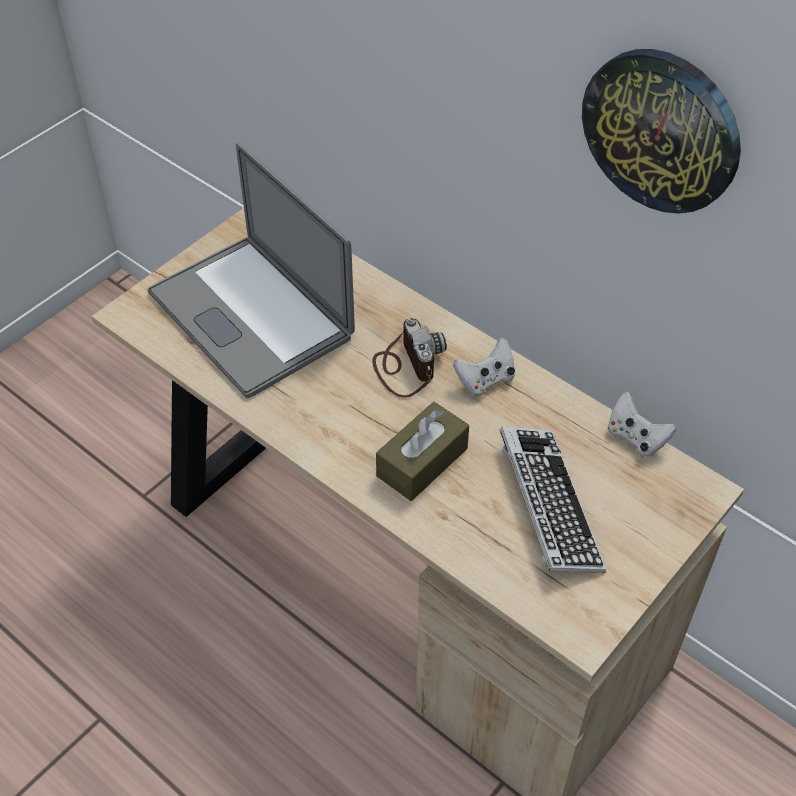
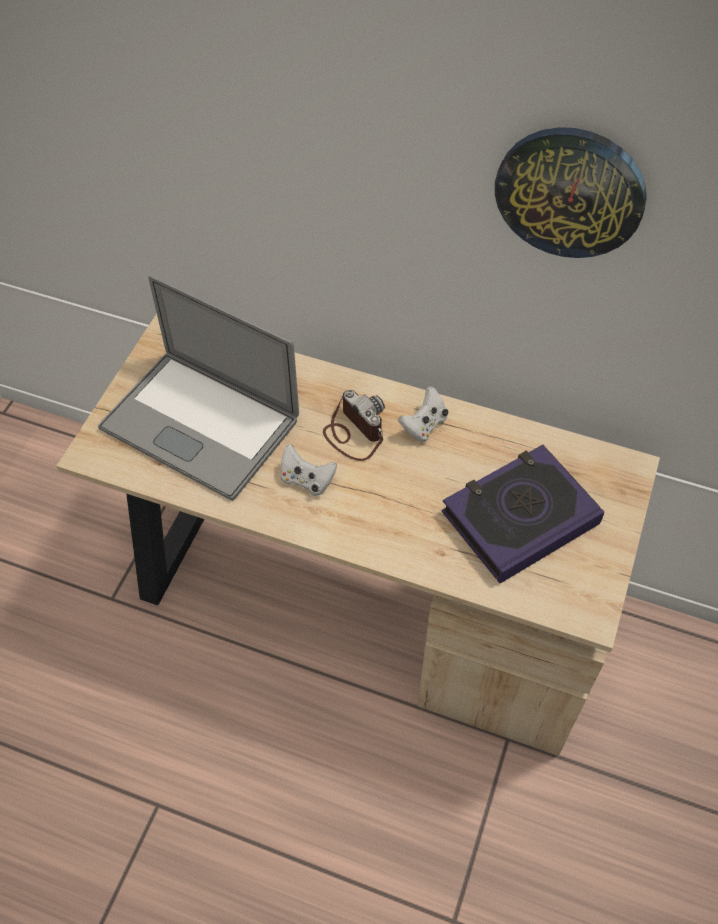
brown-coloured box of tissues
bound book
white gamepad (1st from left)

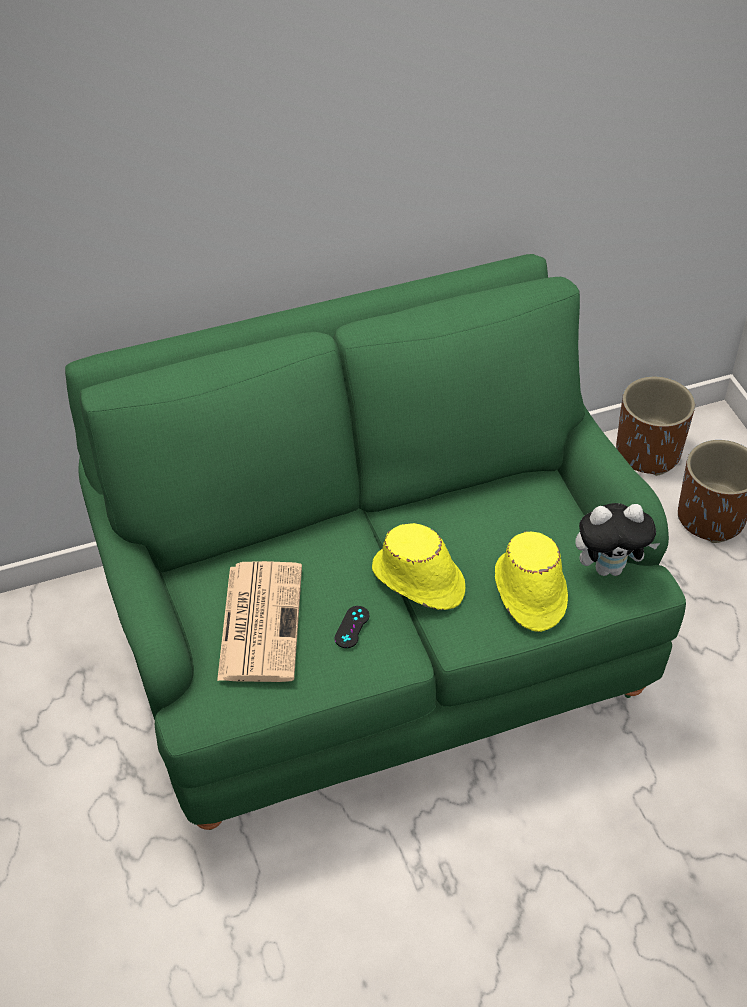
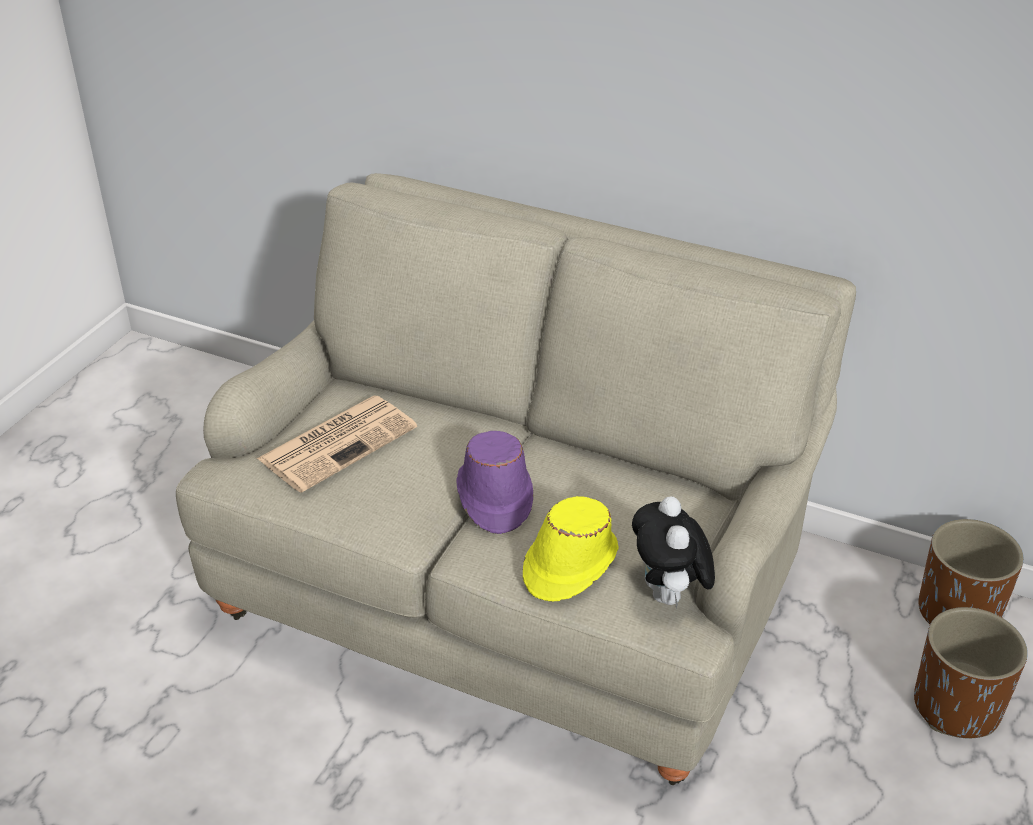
sand-coloured sofa
black gamepad
purple-coloured clothing hat
plush toy

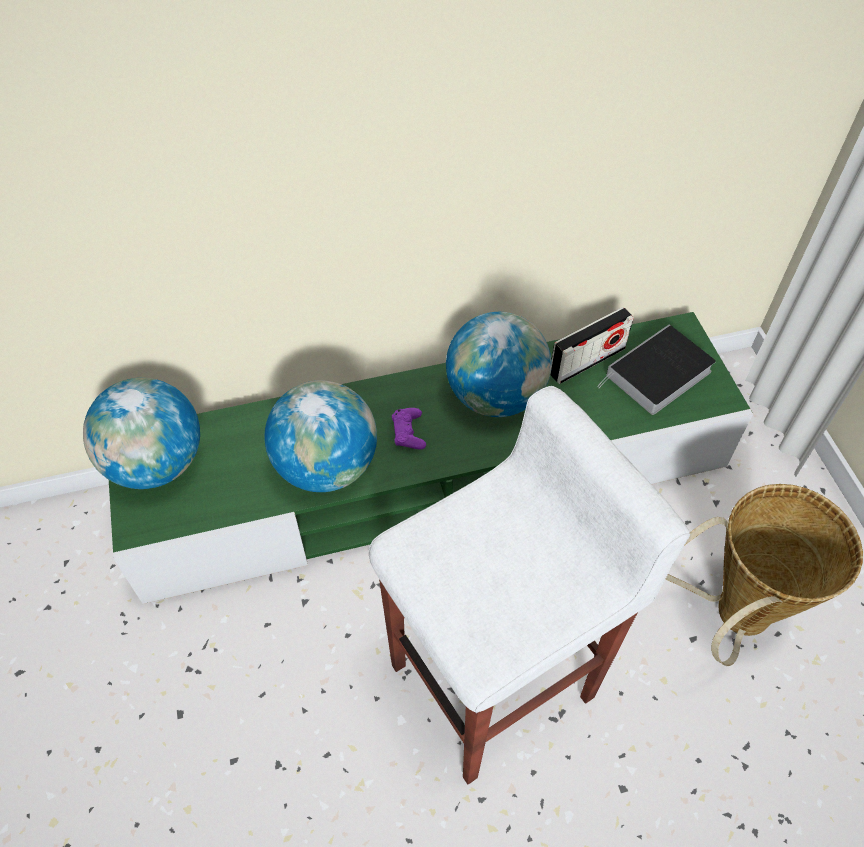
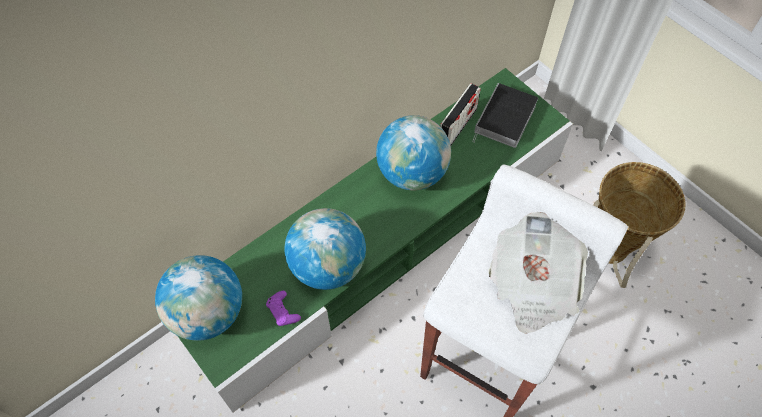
purple-coloured gamepad
printed paper

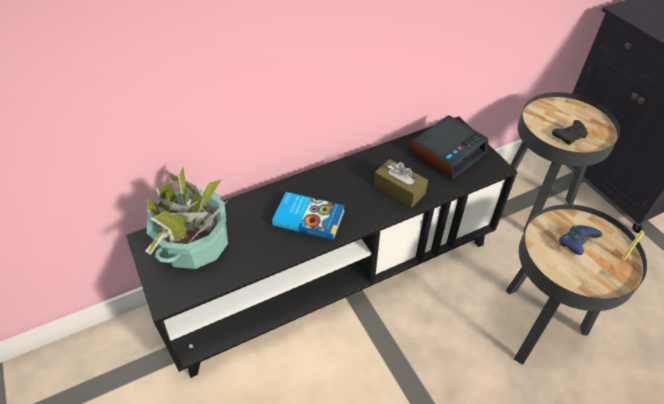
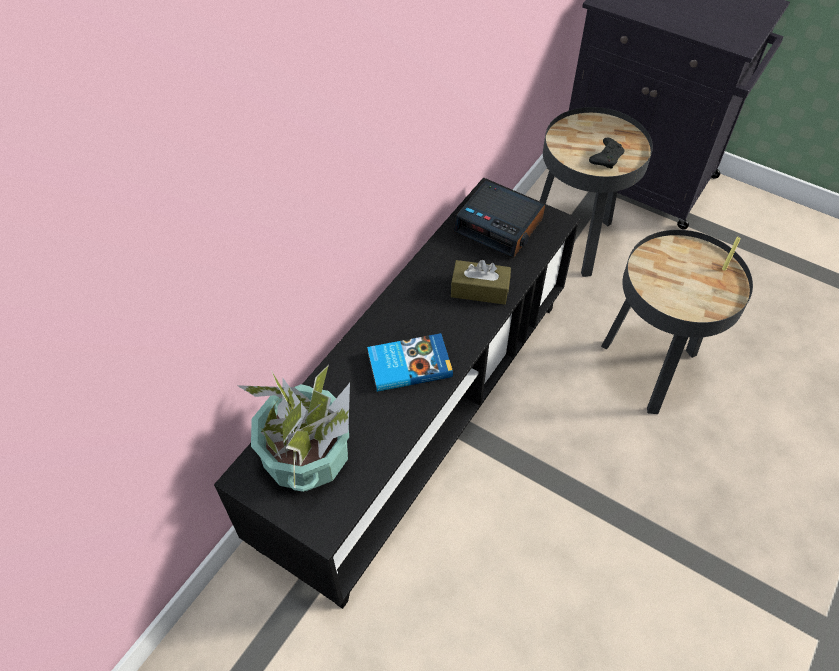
bedside clock
blue-coloured gamepad

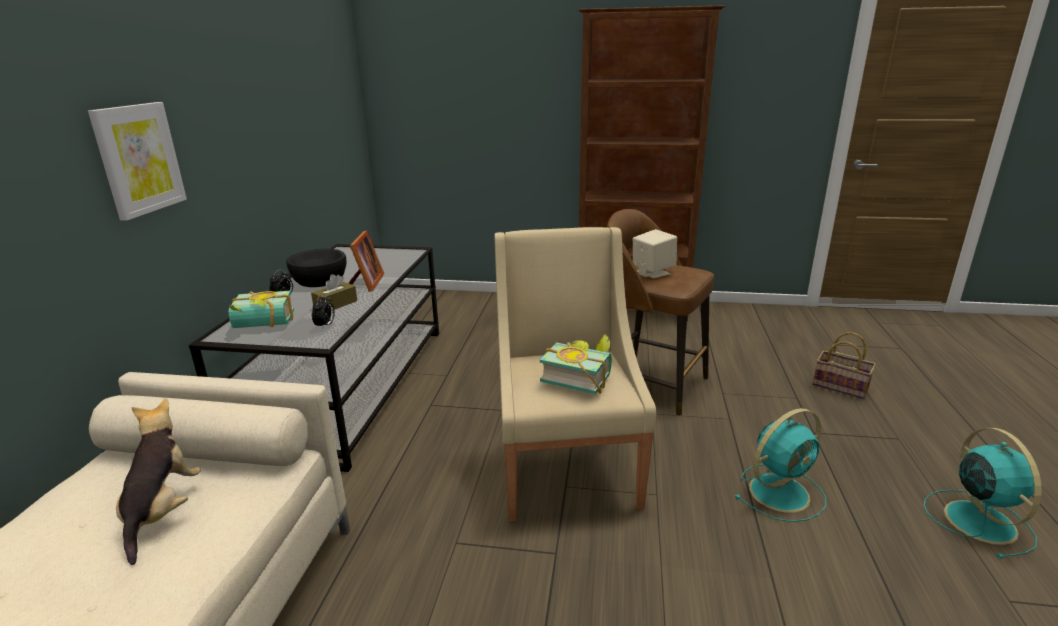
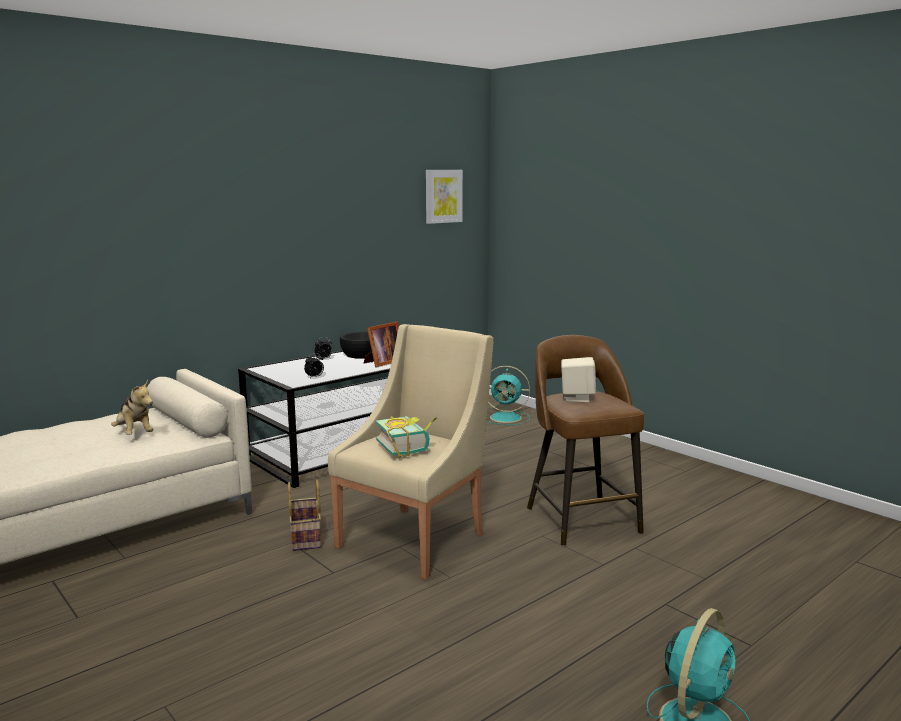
wall art
plush toy
bound book (1st from left in the first image)
brown-coloured box of tissues
brown-coloured bookcase
blue-green electric fan (1st from left)
basket

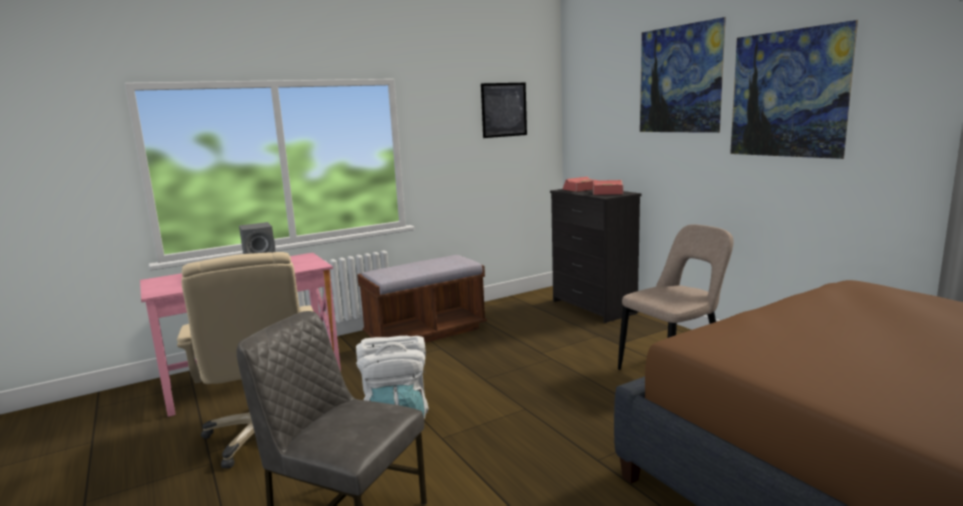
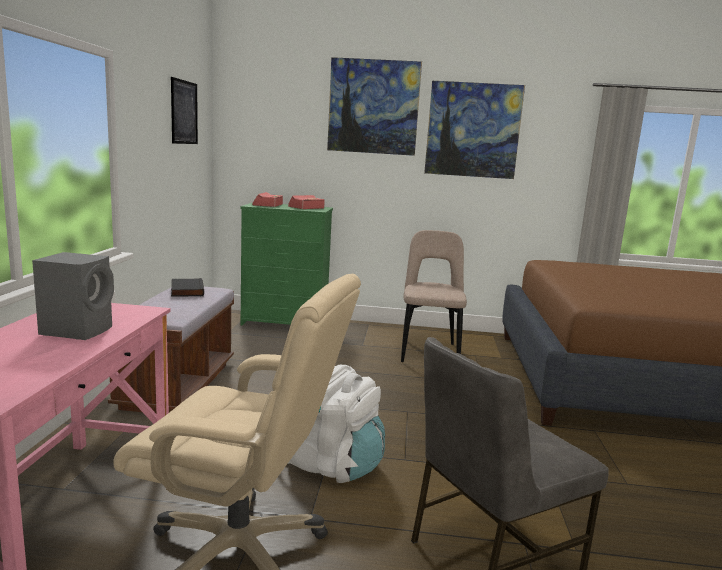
green-coloured chest of drawers
black bound book

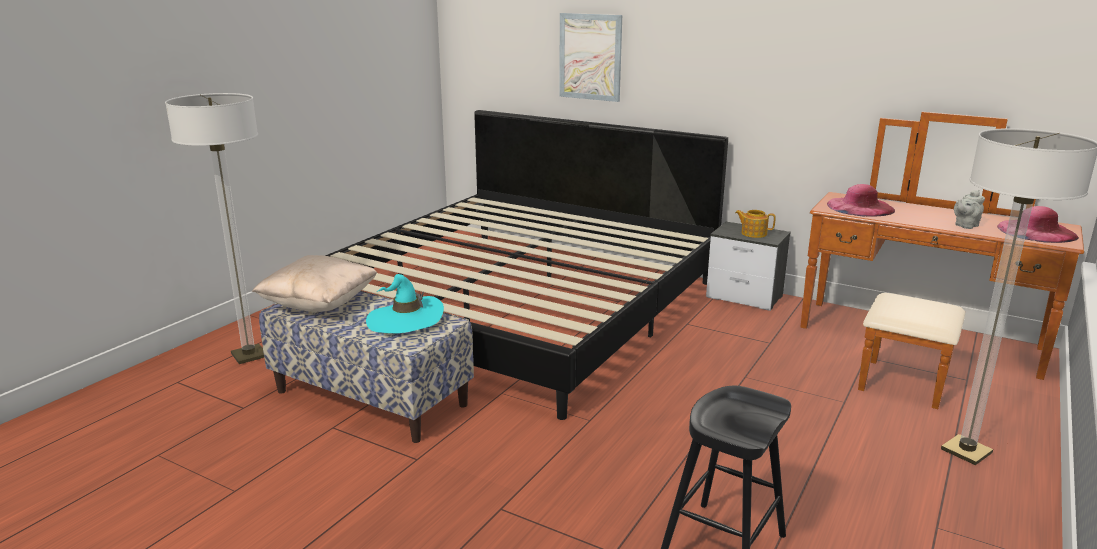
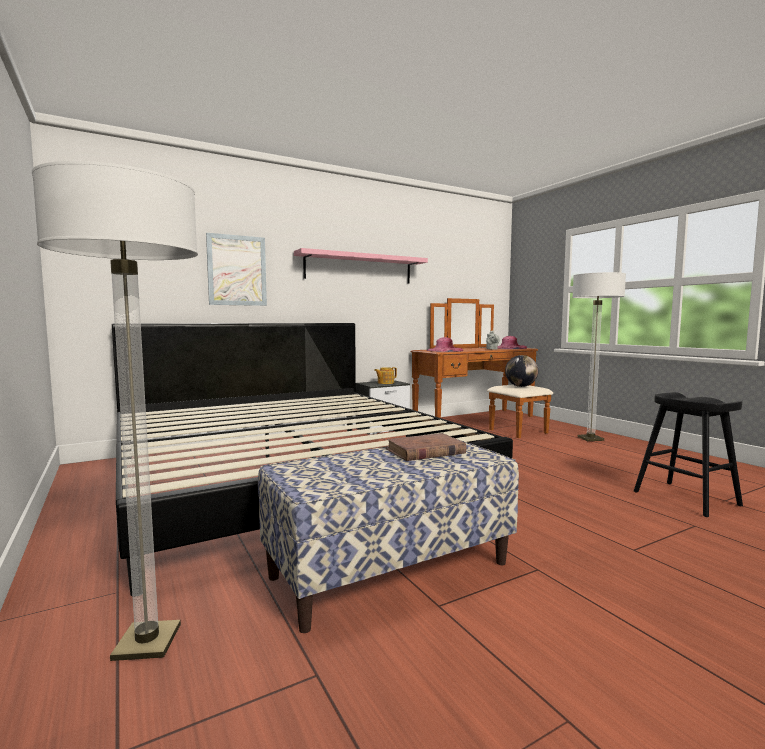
sand-coloured throw pillow
brown-coloured bound book
pink-coloured shelf
desk globe

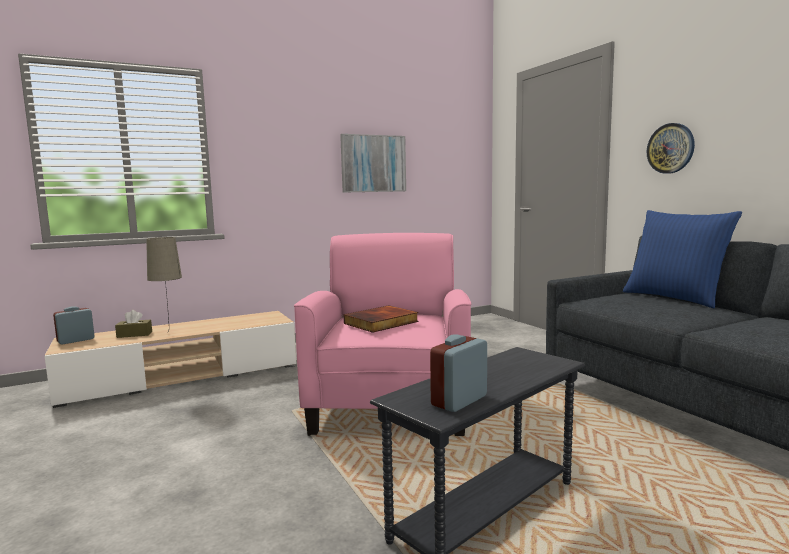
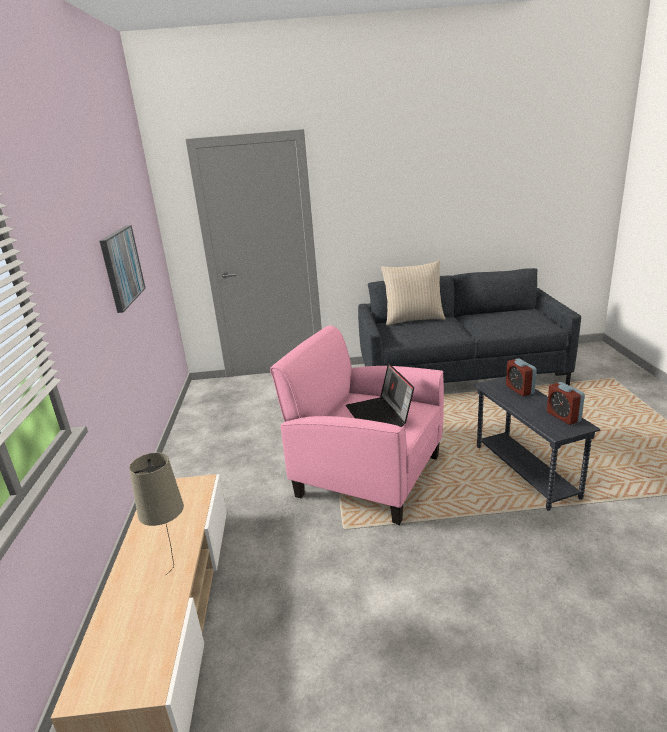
bedside clock (1st from left)
brown-coloured box of tissues
laptop
sand-coloured throw pillow
hanging clock

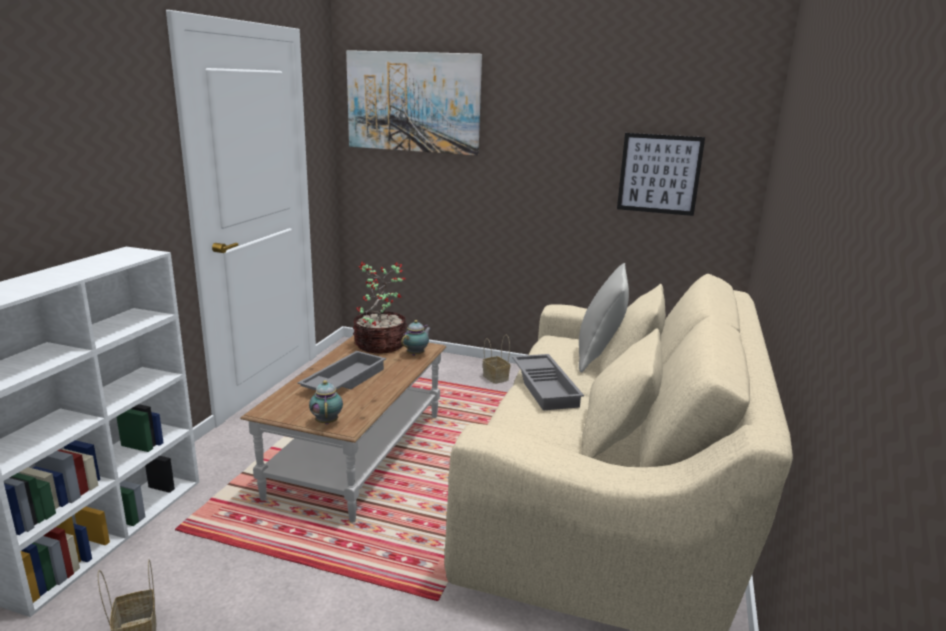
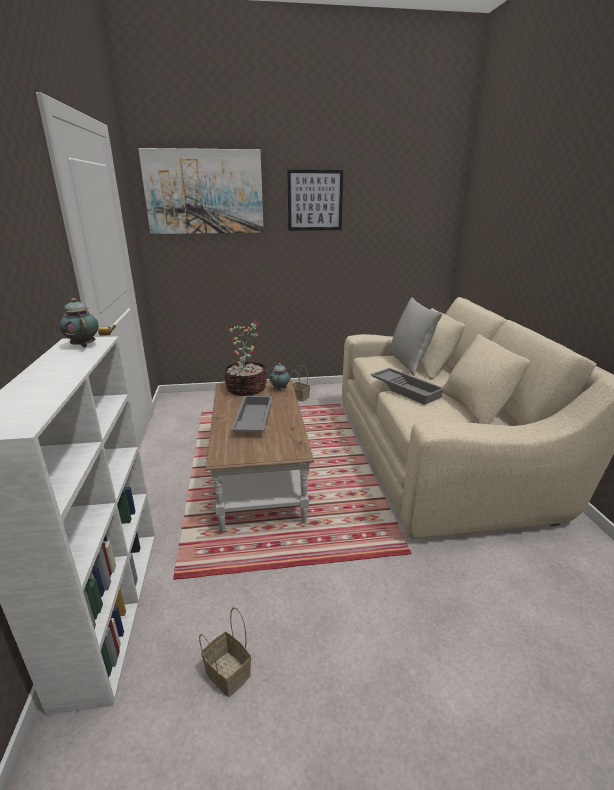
teapot (1st from left)
wall art (2nd from left)

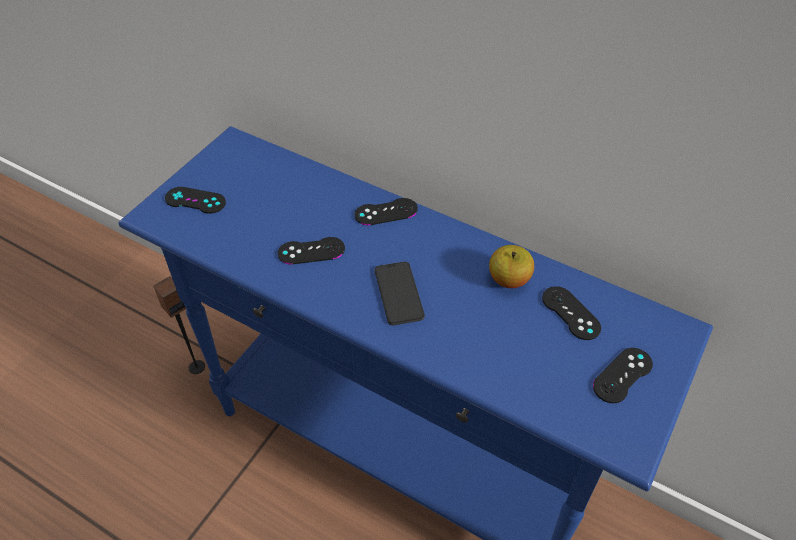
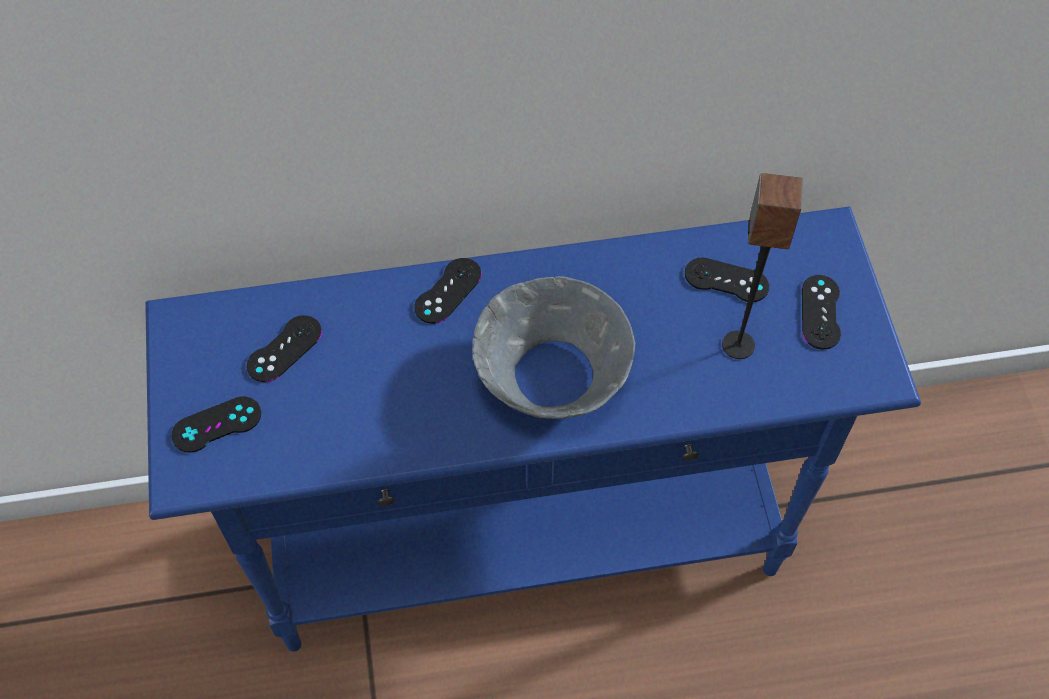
audio speaker
black gamepad (2nd from left)
grey serving bowl
apple fruit

